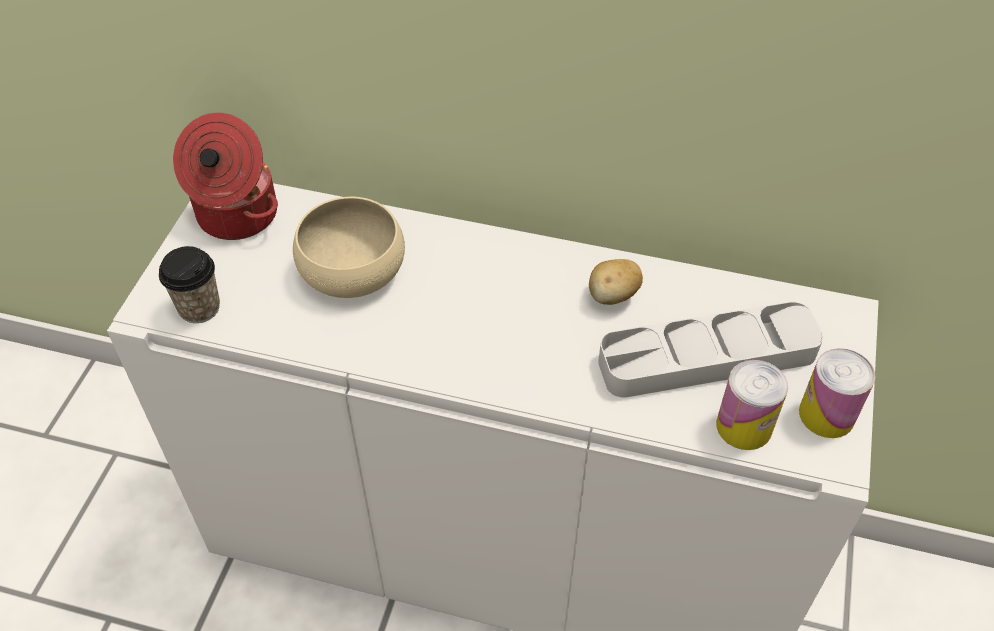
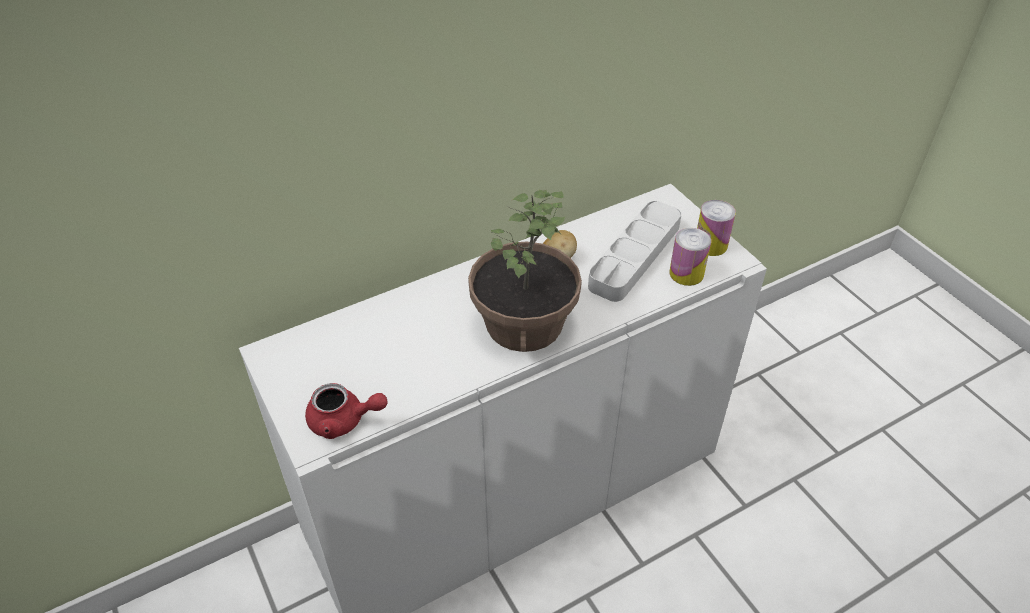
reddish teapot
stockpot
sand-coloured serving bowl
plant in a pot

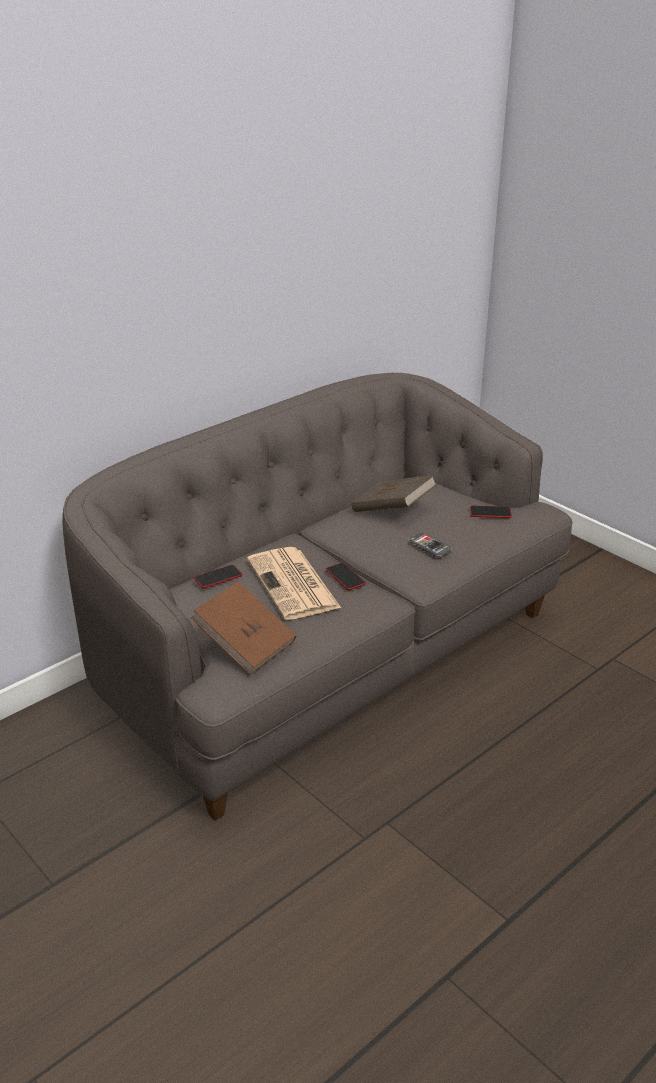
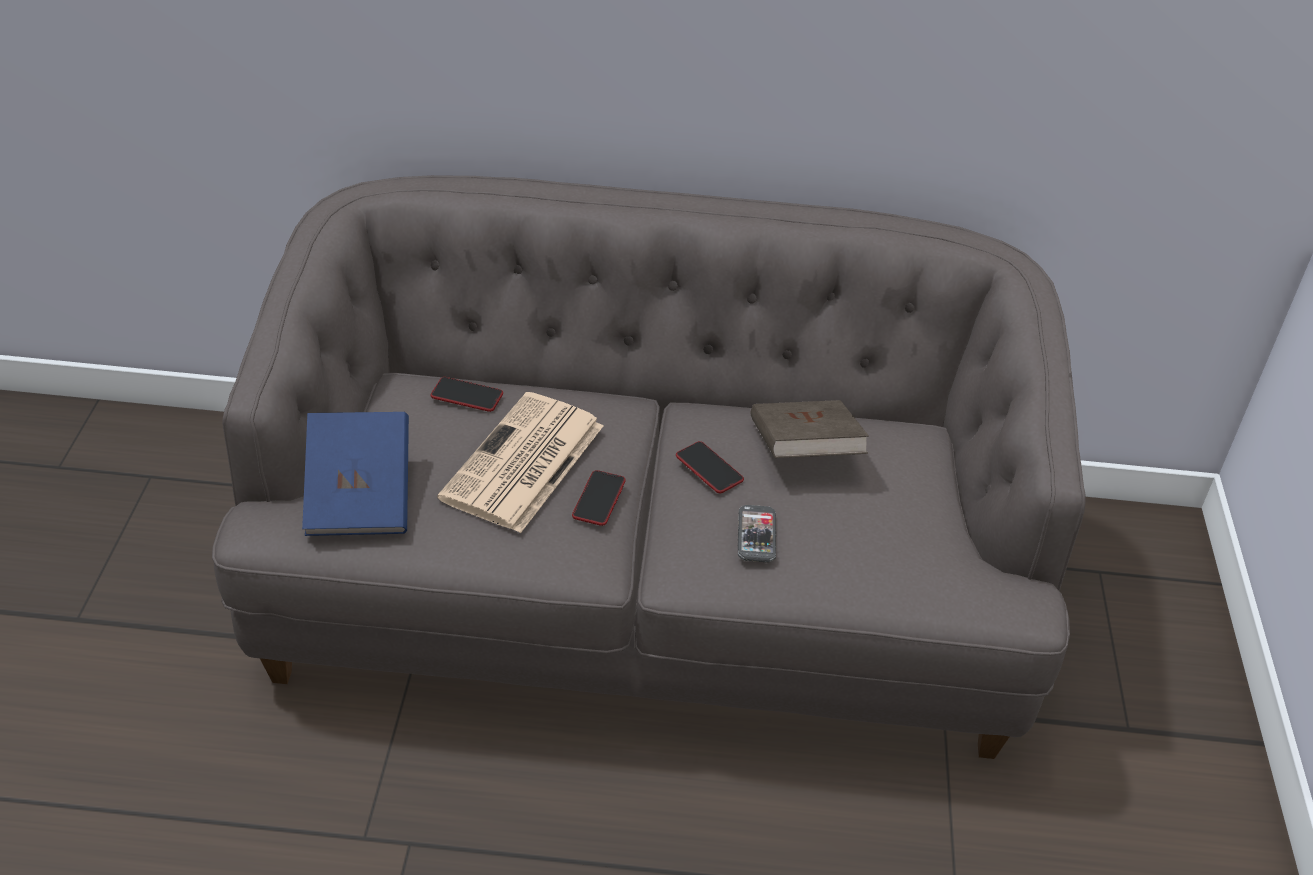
blue-coloured bound book
handset (3rd from left)

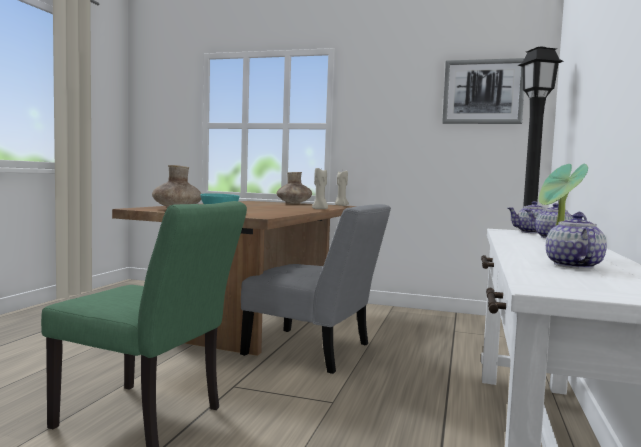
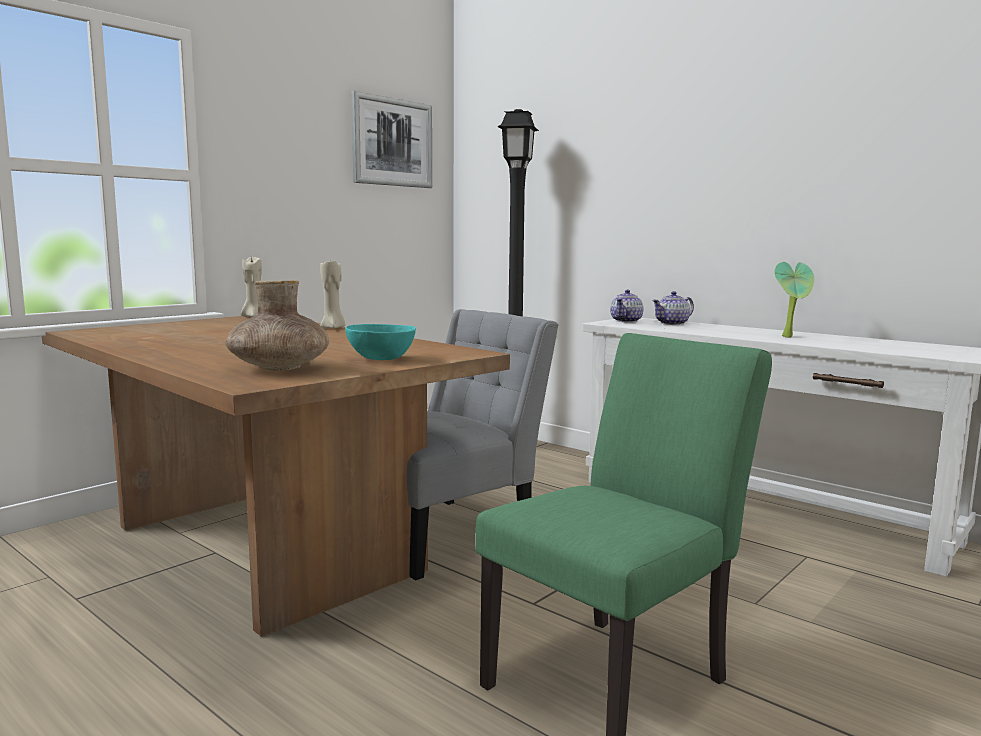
brown-coloured decorative vase (2nd from left in the first image)
teapot (3rd from left in the first image)

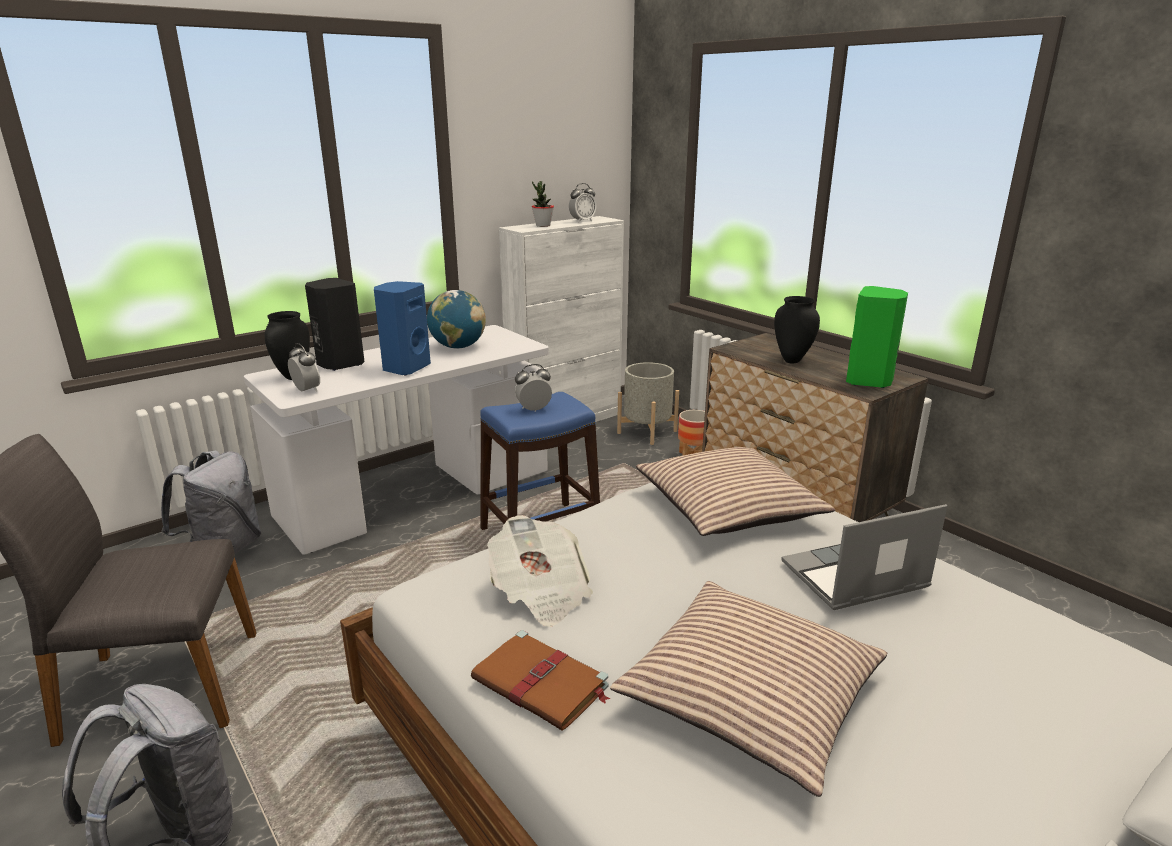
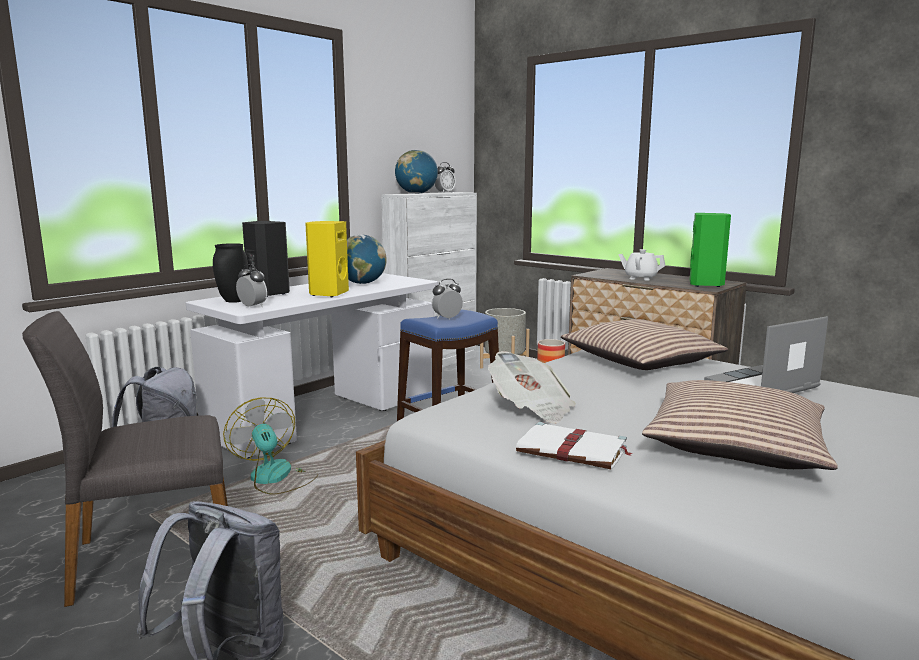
yellow audio speaker
white bound book
desk globe (2nd from left)
white teapot
electric fan

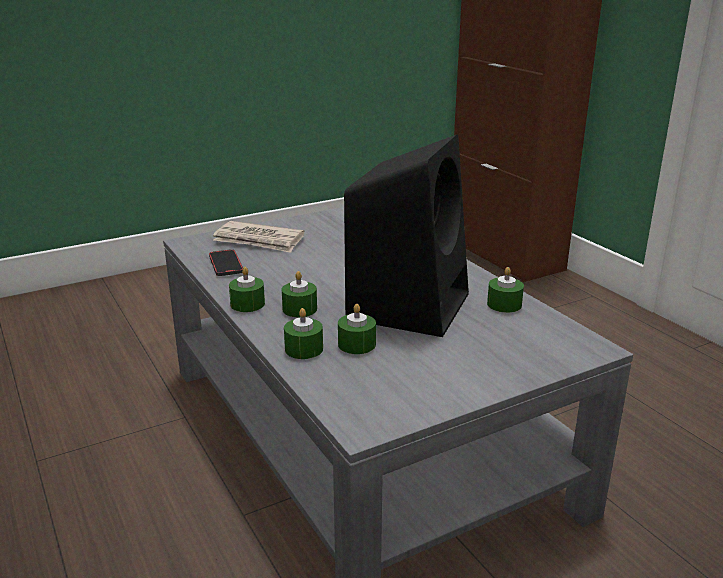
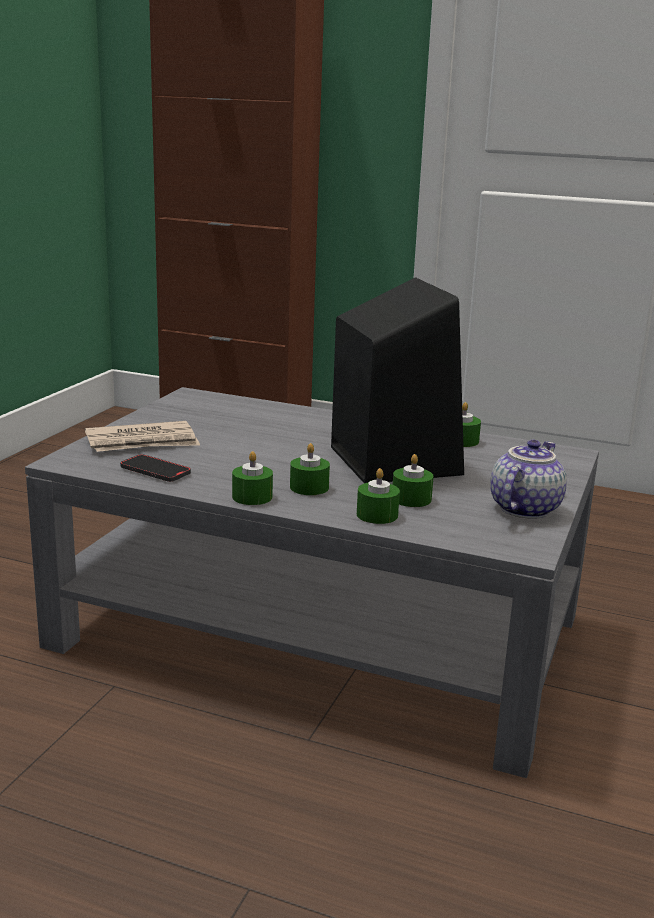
teapot

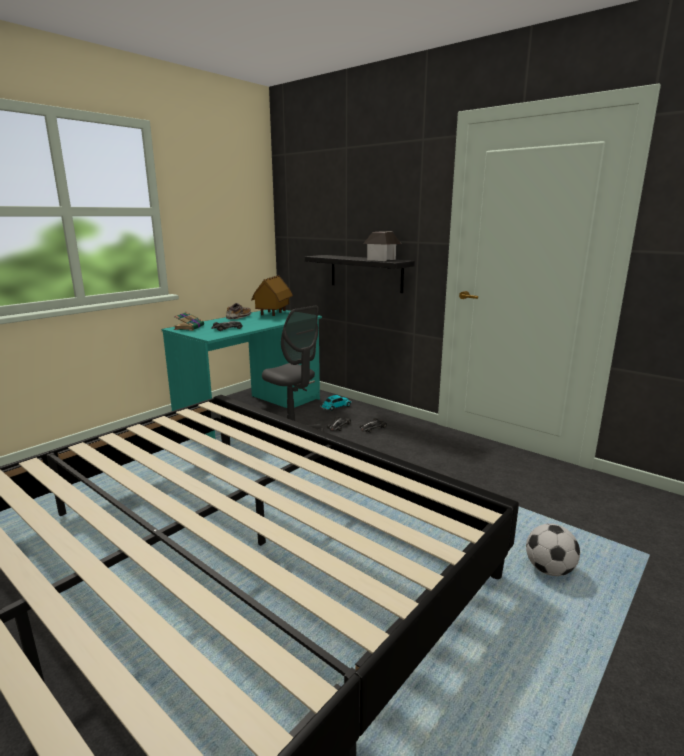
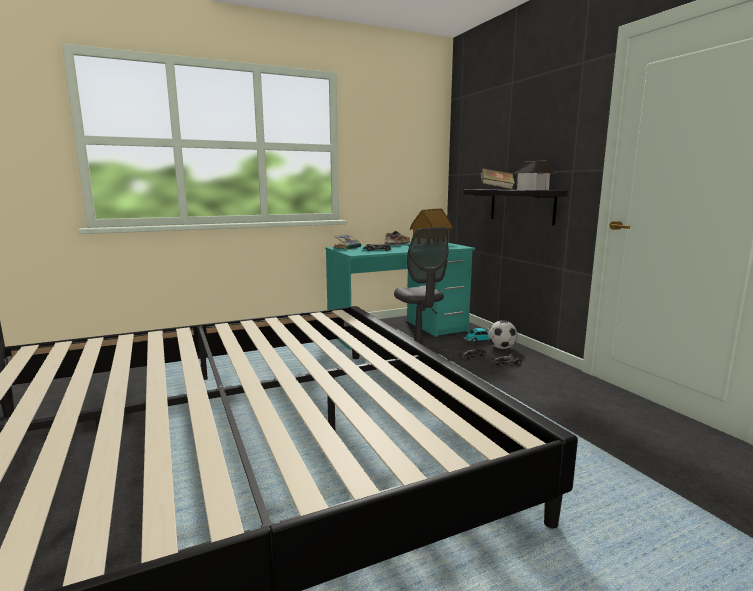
football
bound book (2nd from left)

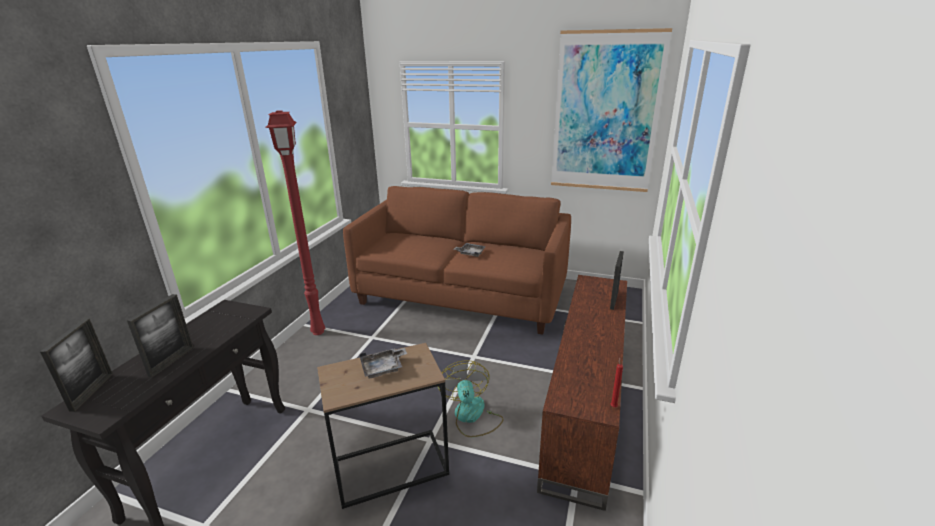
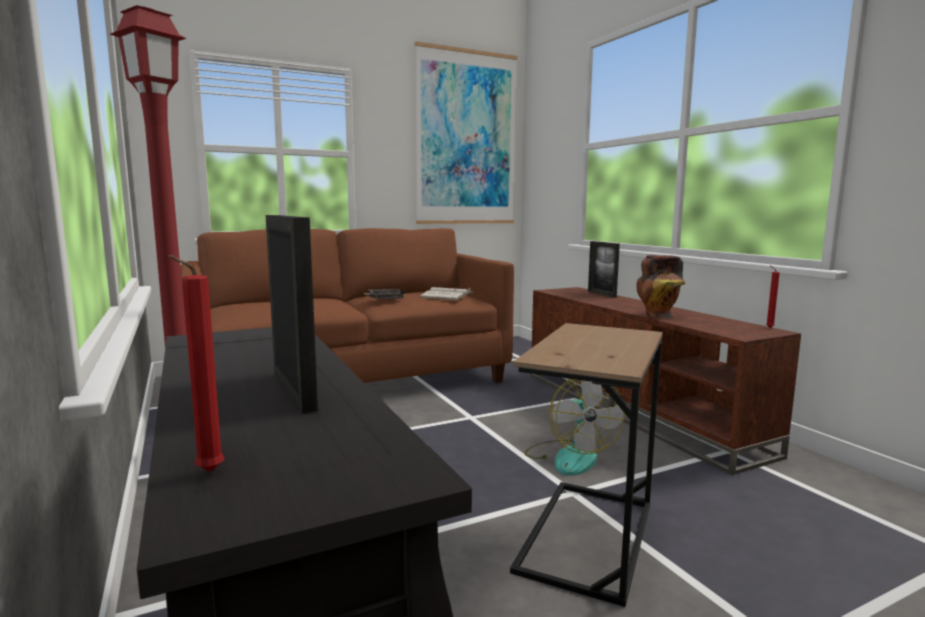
reddish wax candle (1st from left)
grey tray (1st from left in the first image)
electric fan
white bound book
decorative vase

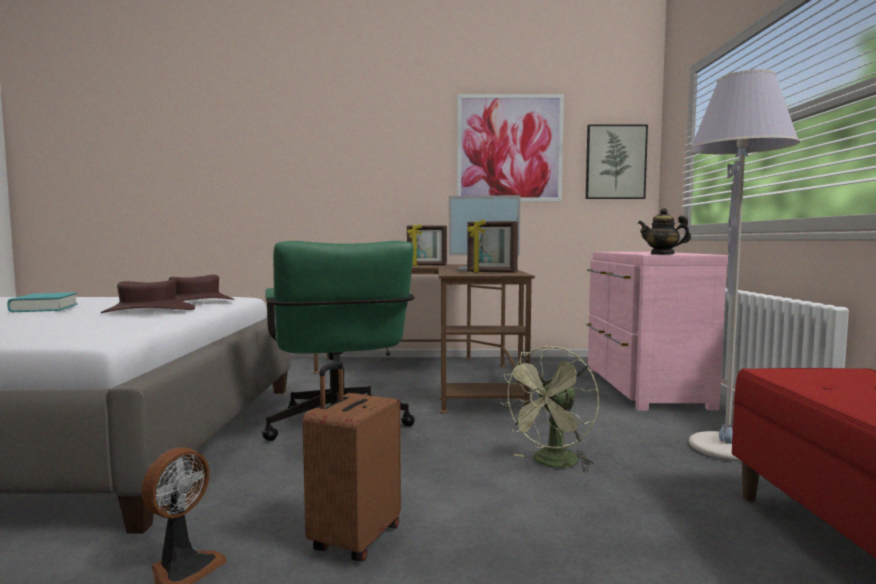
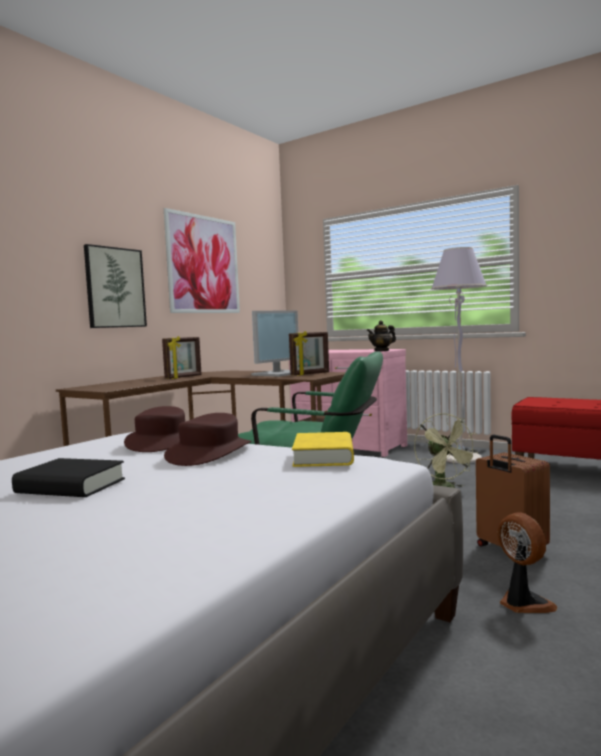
black bound book
wall art (1st from left)
yellow bound book

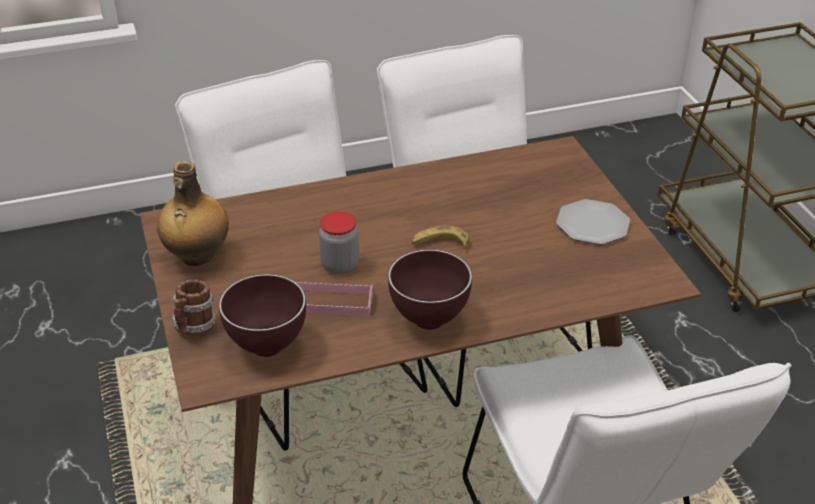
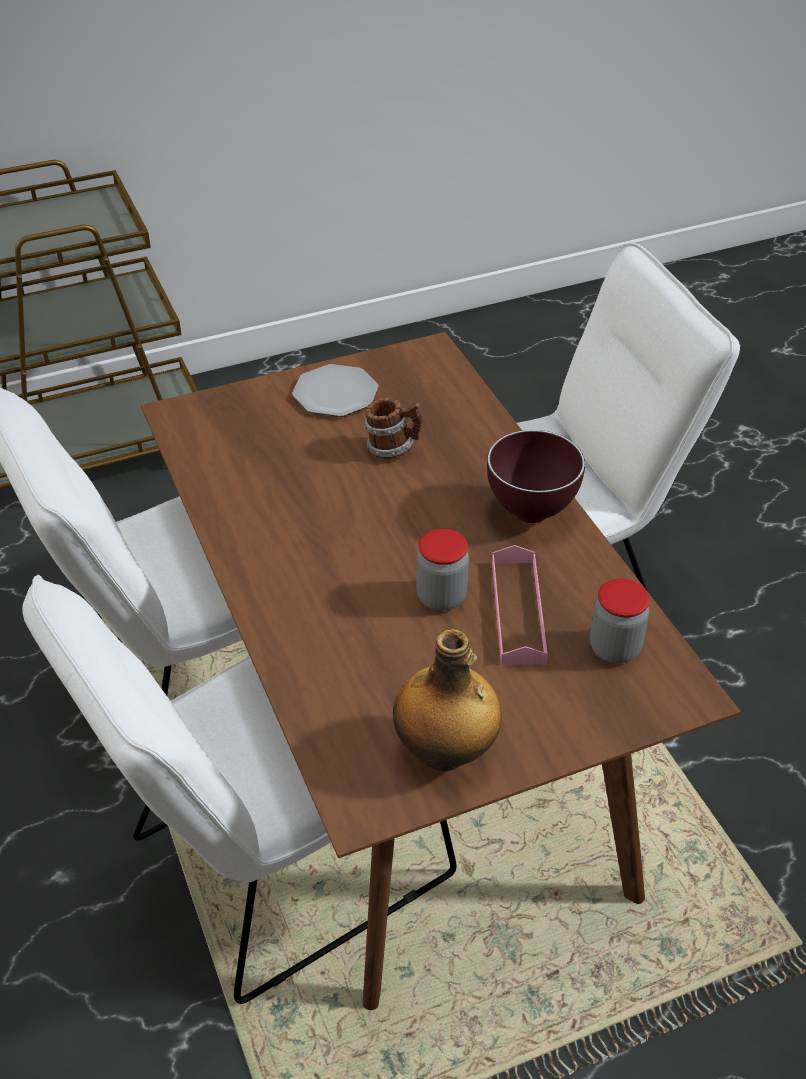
mug
storage jar (2nd from left)
banana

